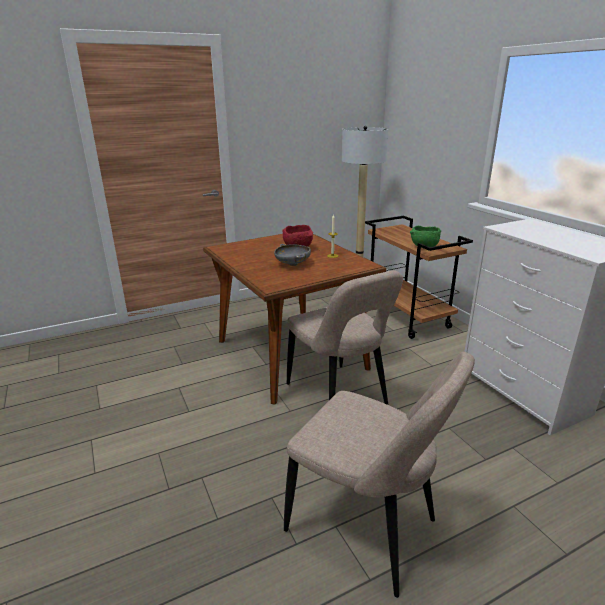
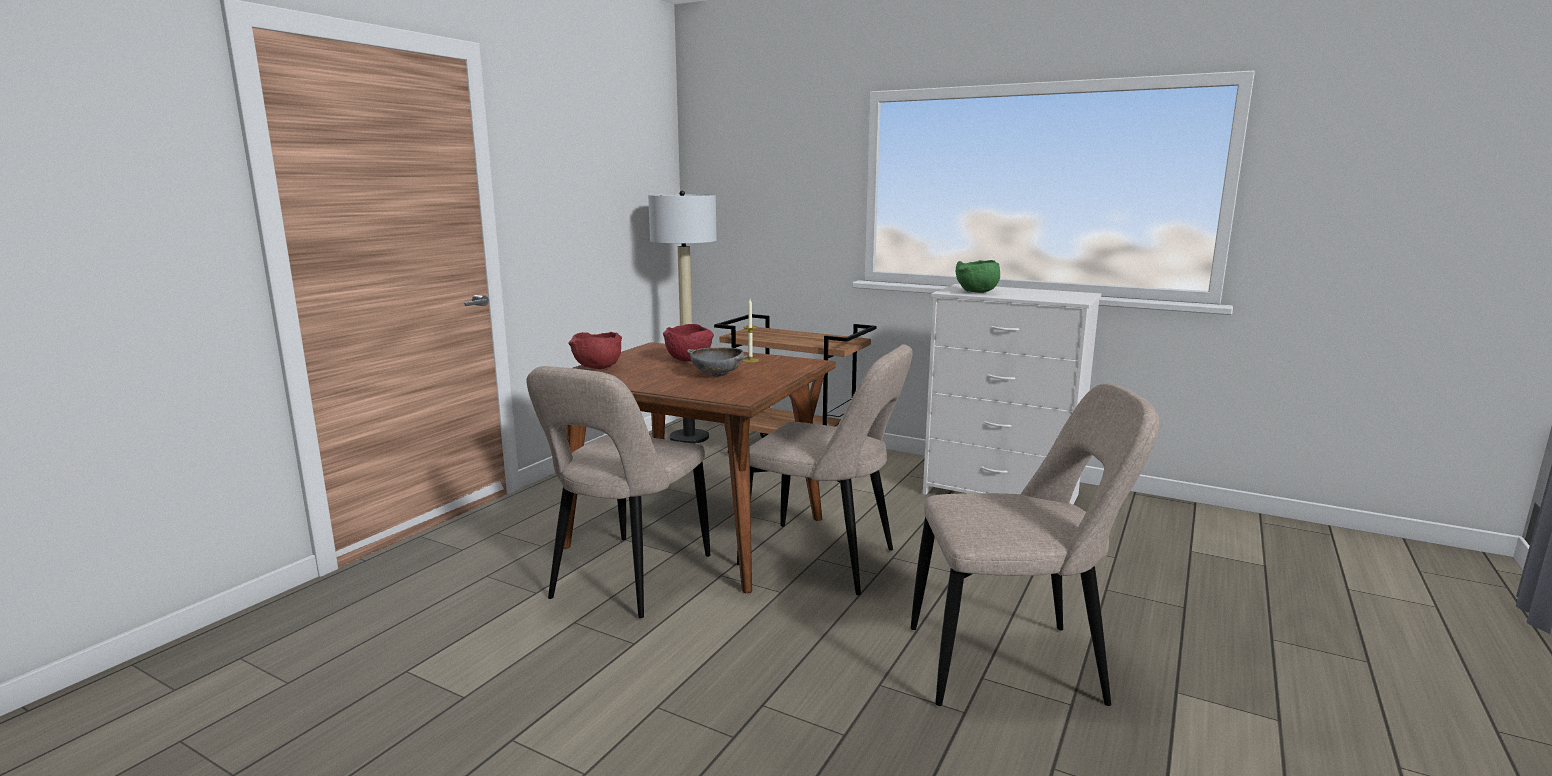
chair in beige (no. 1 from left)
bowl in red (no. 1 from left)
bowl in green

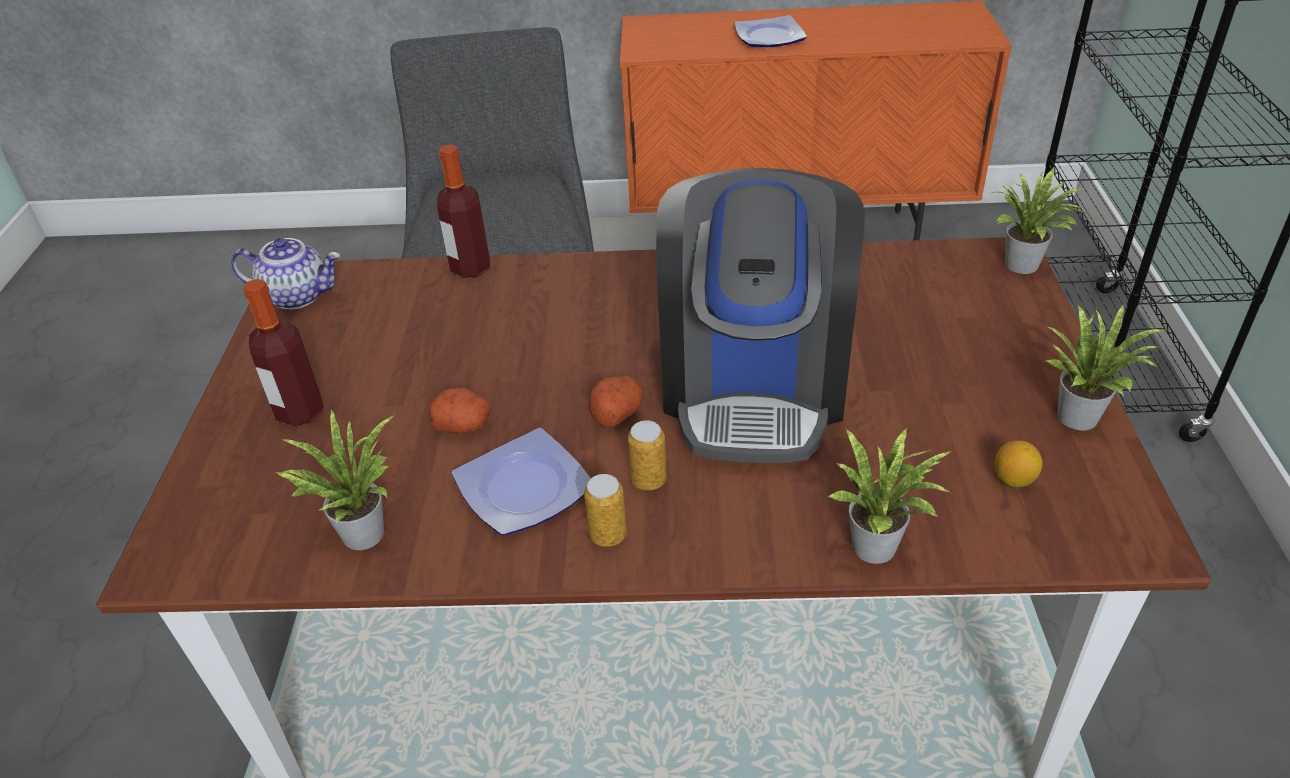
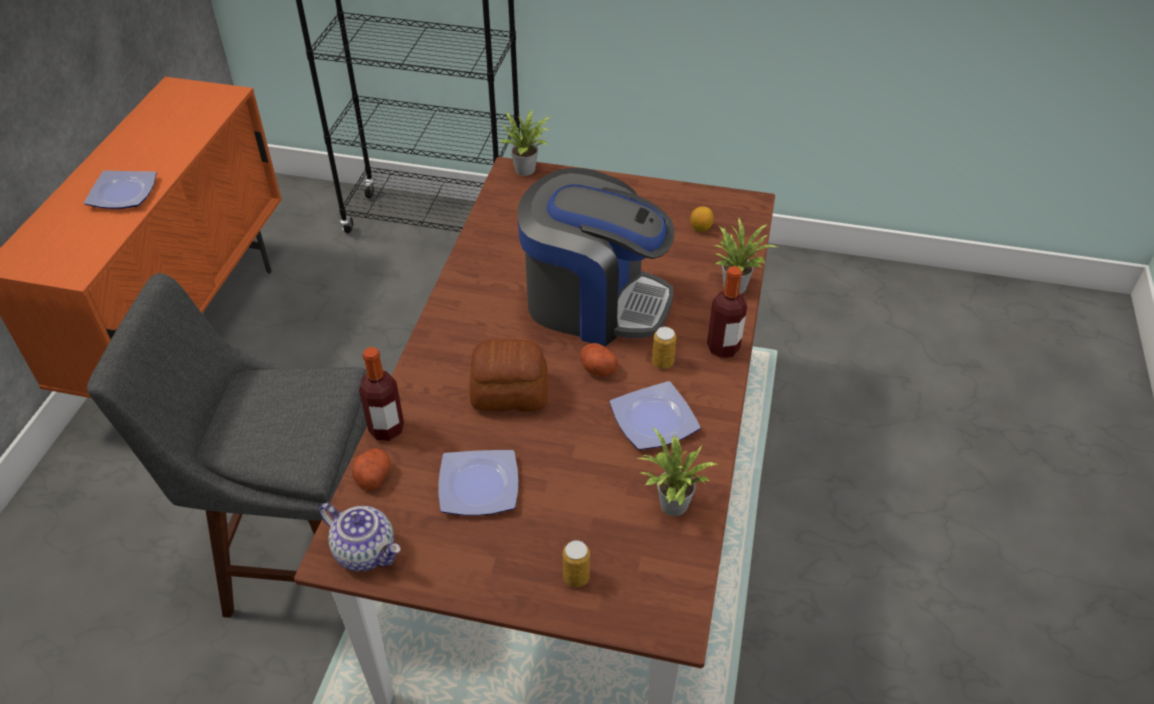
teapot
potato (no. 1 from left)
plate (no. 2 from left)
bread
can (no. 1 from left)
bottle (no. 2 from left)
potted plant (no. 4 from left in the first image)

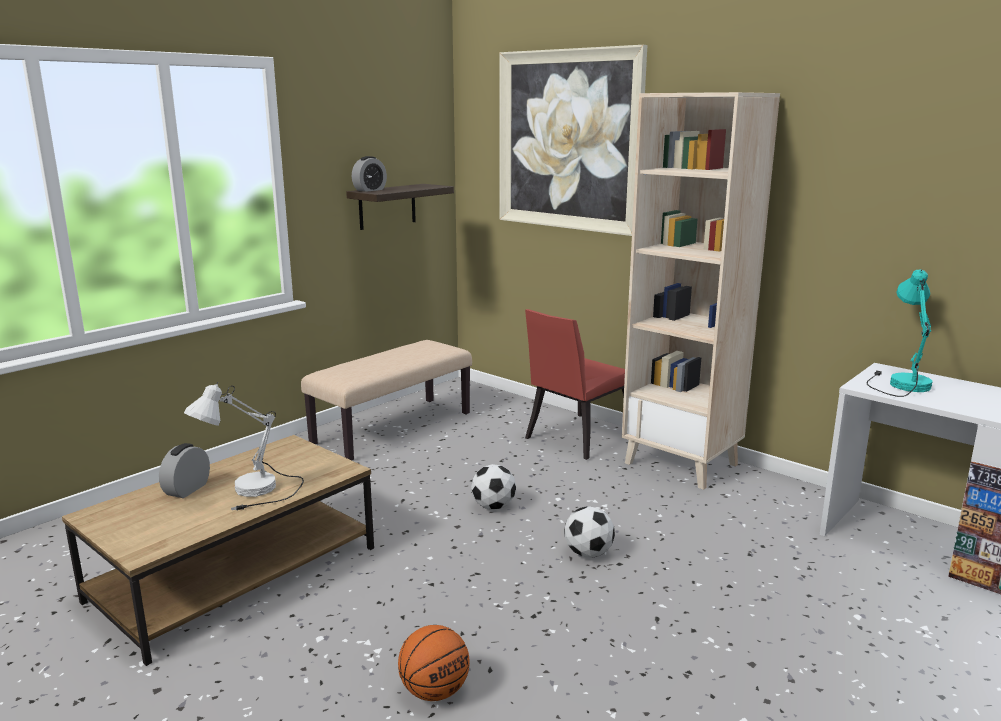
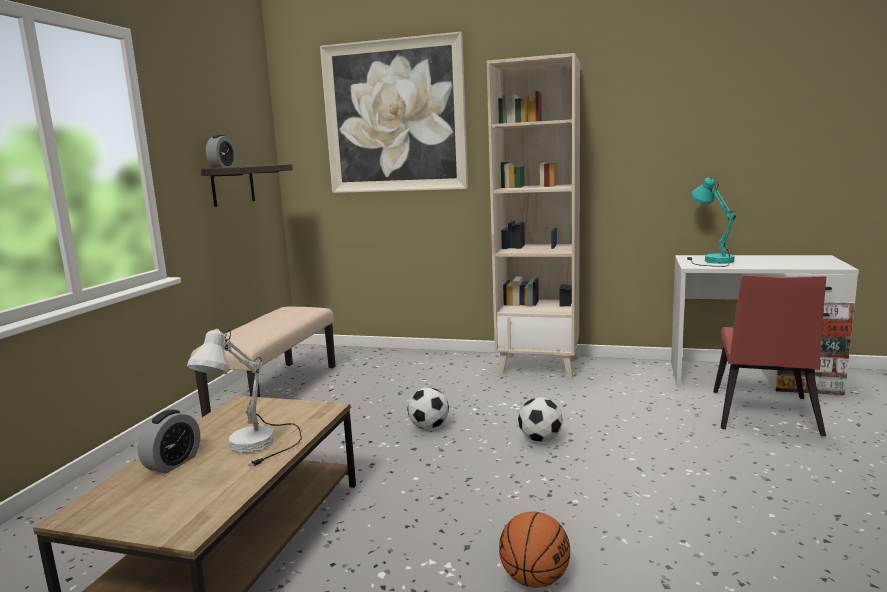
alarm clock (no. 1 from left)
chair in red

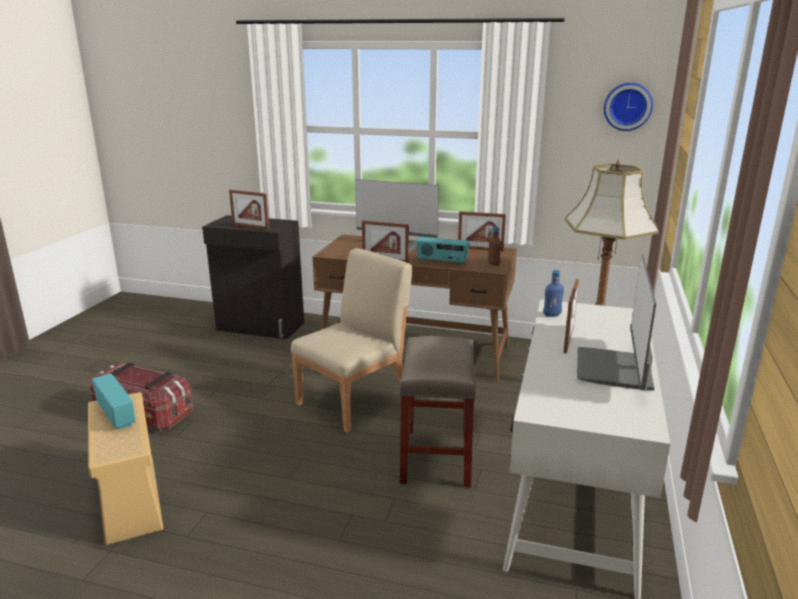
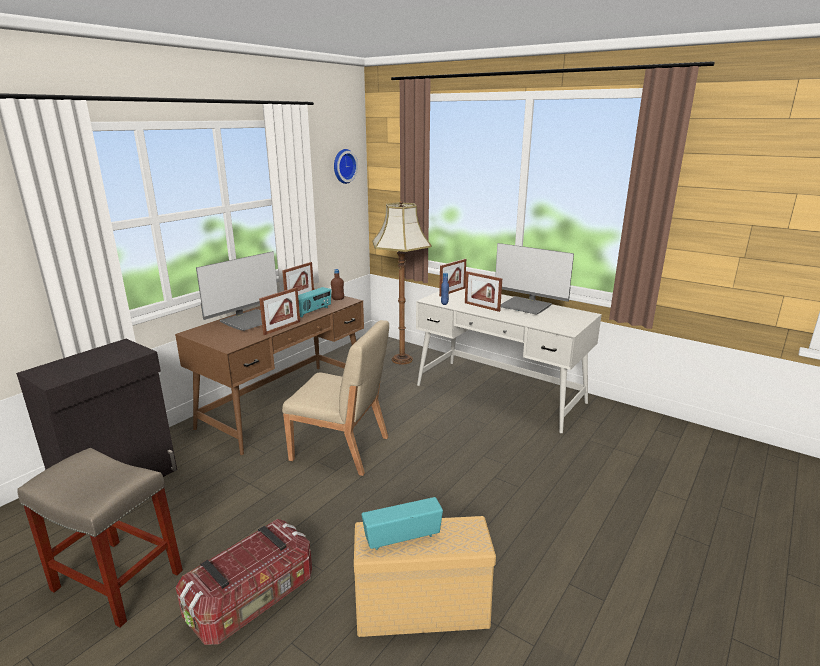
stool in beige
chair in beige
picture frame (no. 3 from left)

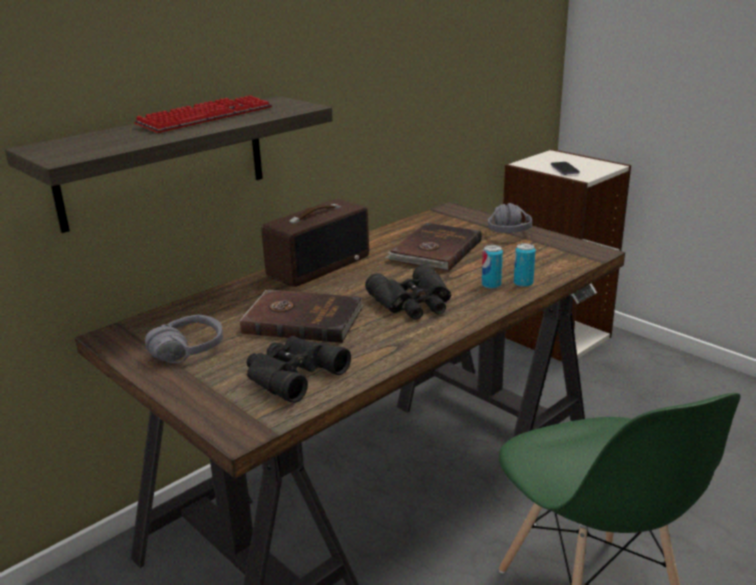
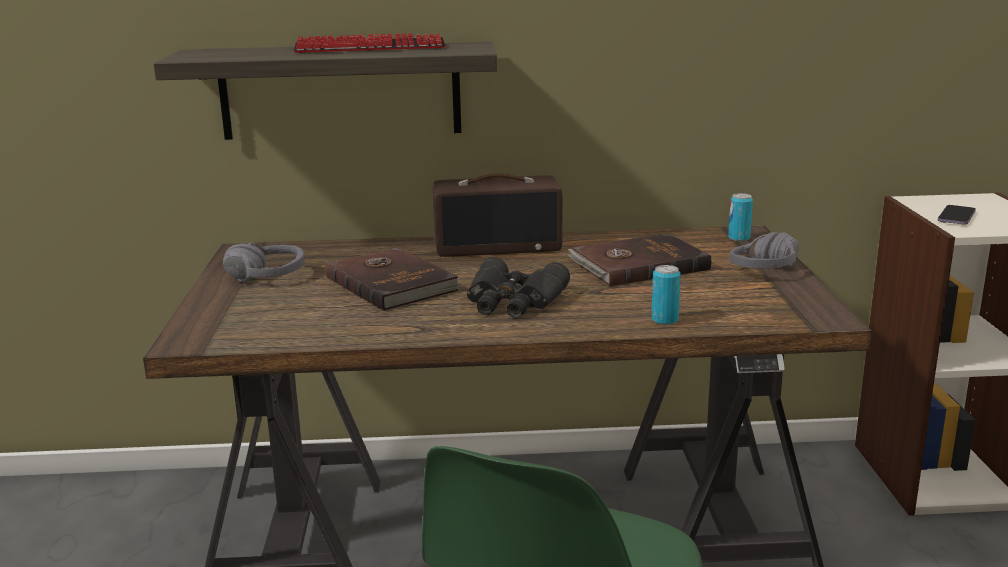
can (no. 2 from left)
binoculars in black (no. 1 from left in the first image)

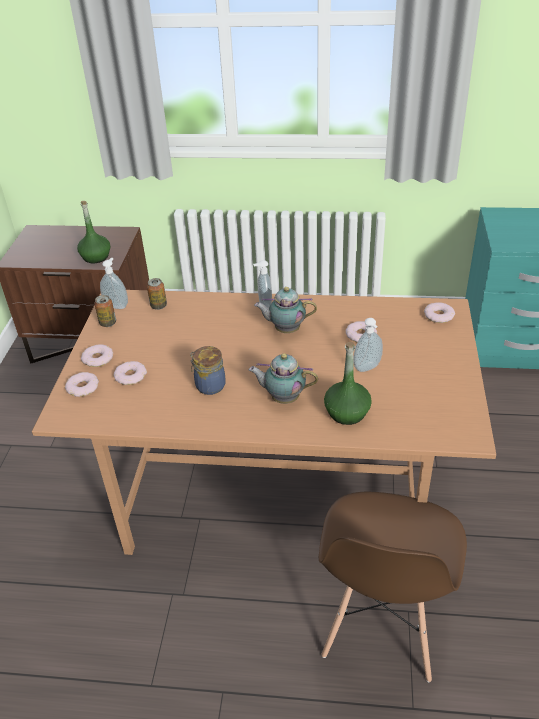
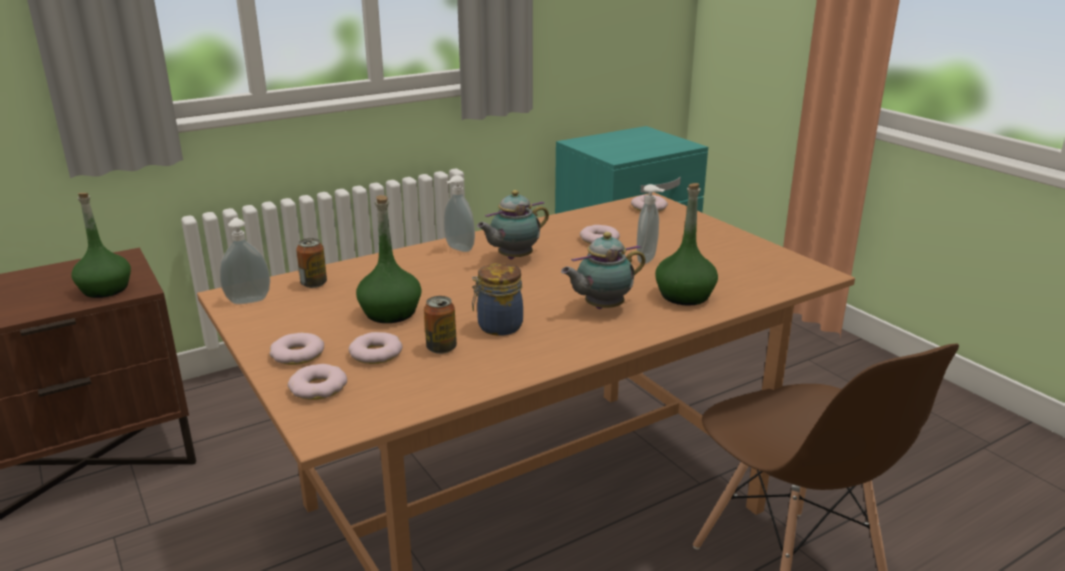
bottle in green (no. 2 from left)
can (no. 2 from left)

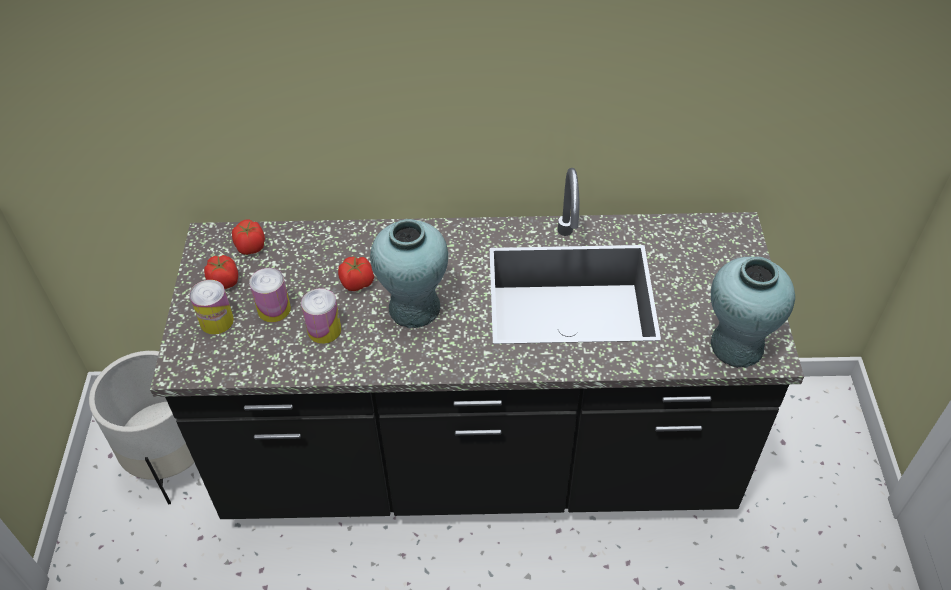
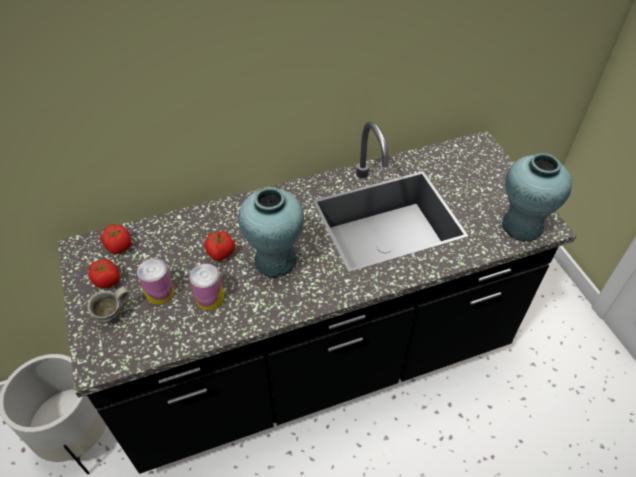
mug in grey

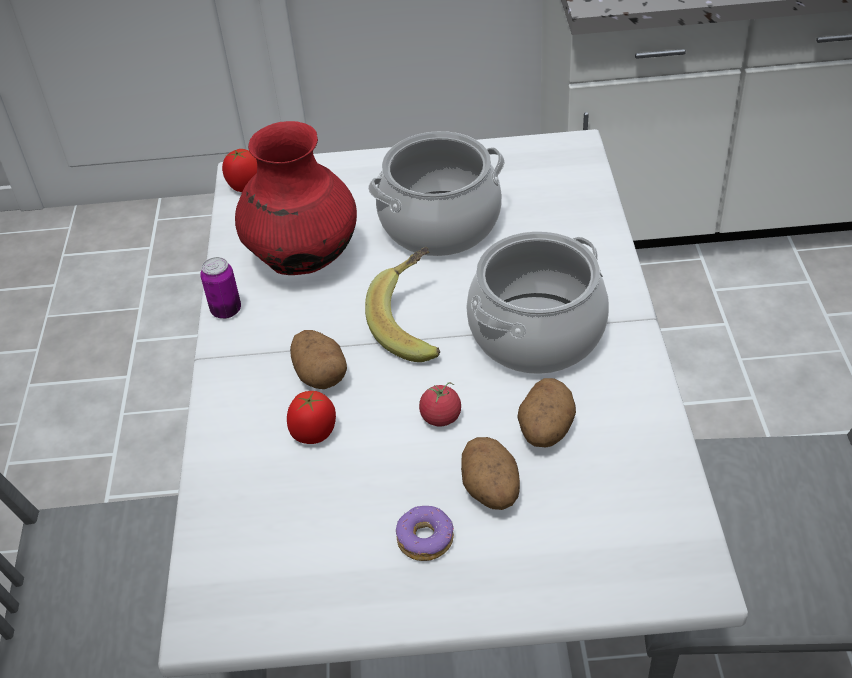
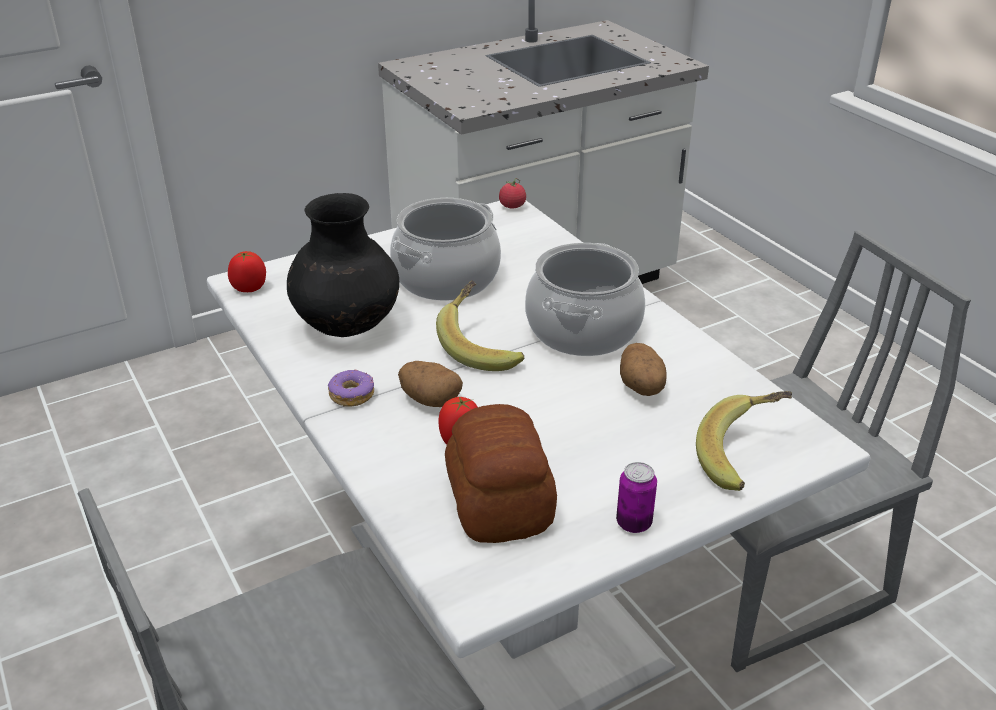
vase in black
donut
bread
tomato (no. 3 from left)
can
banana (no. 2 from left)
potato (no. 2 from left in the first image)

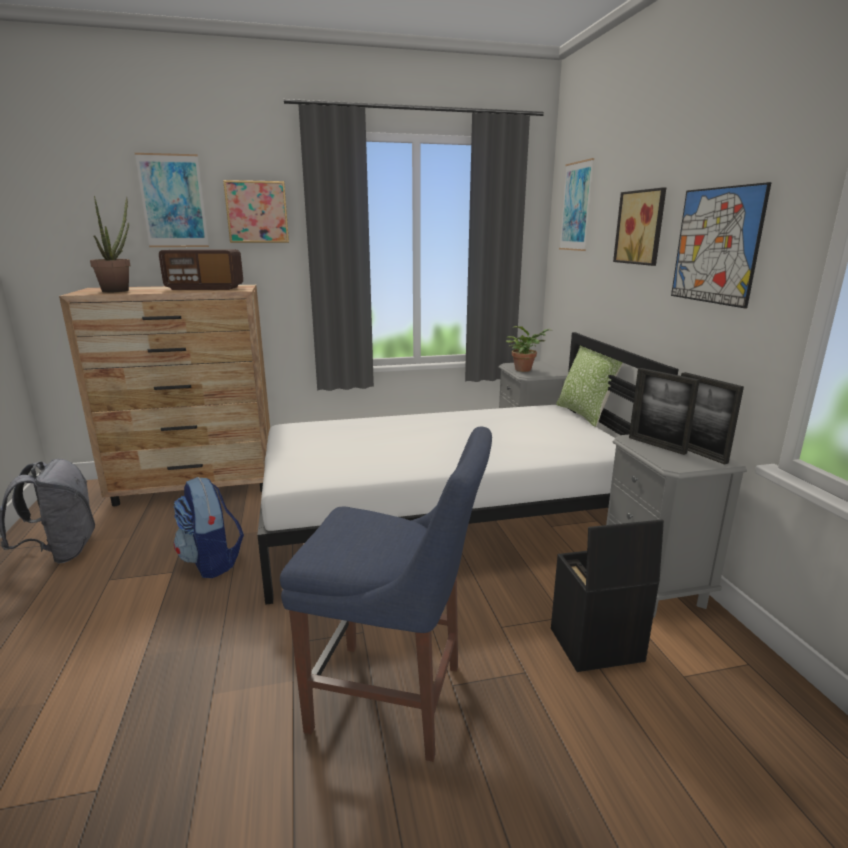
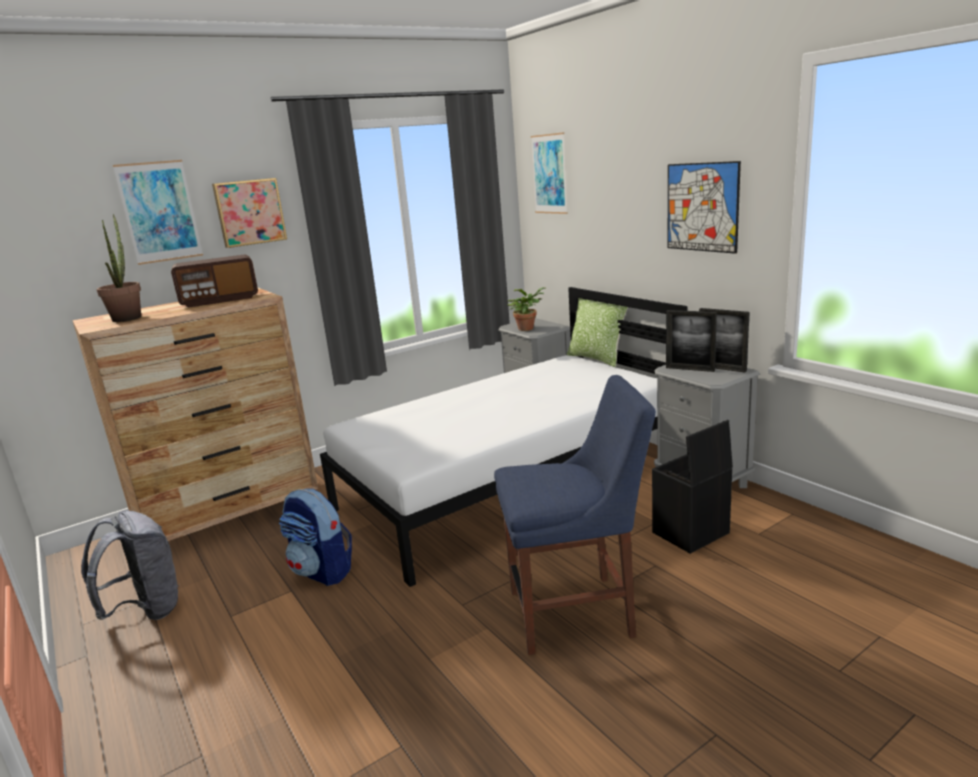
picture (no. 4 from left in the first image)

